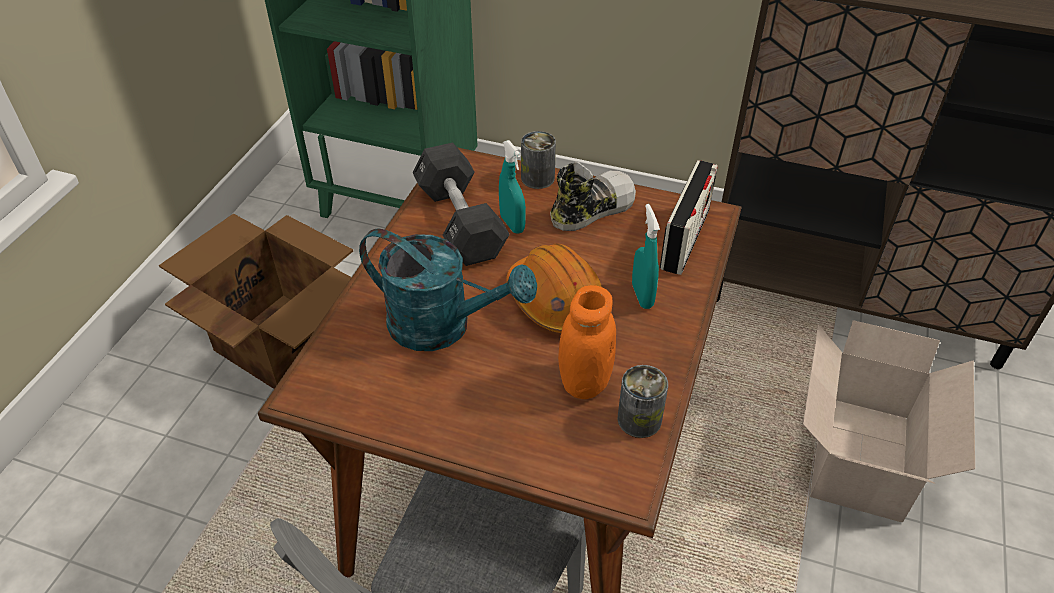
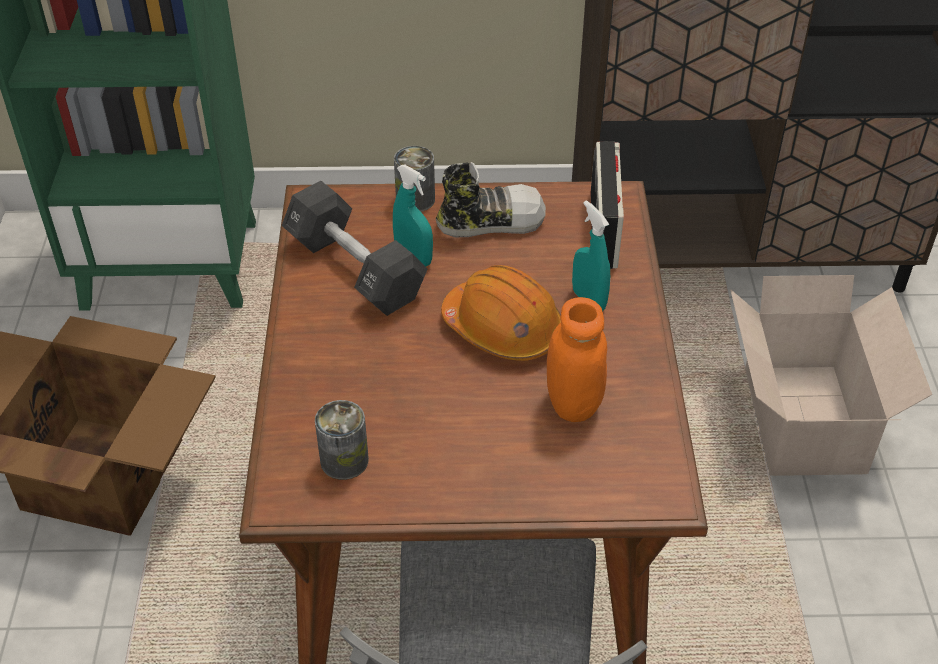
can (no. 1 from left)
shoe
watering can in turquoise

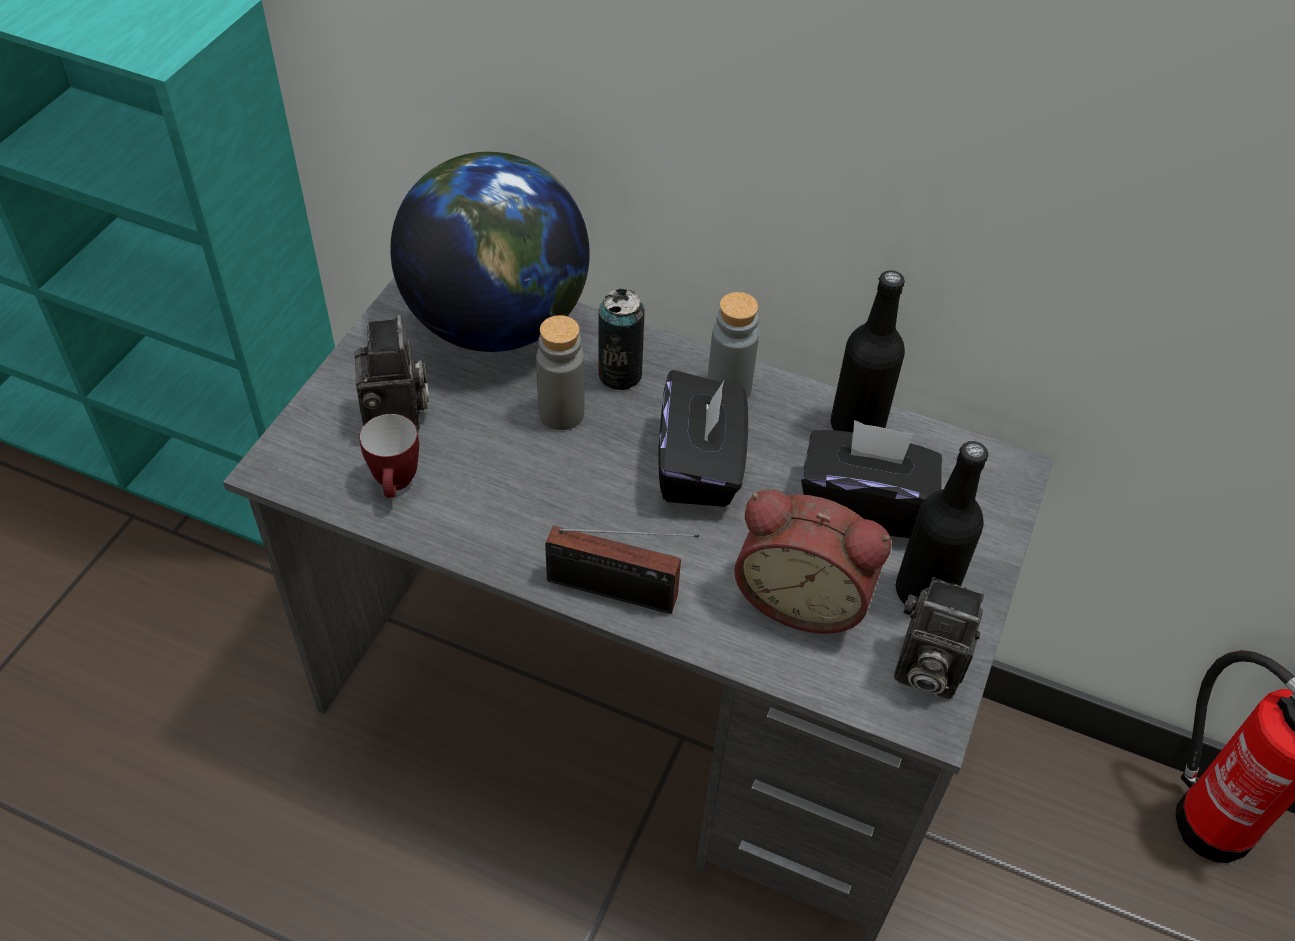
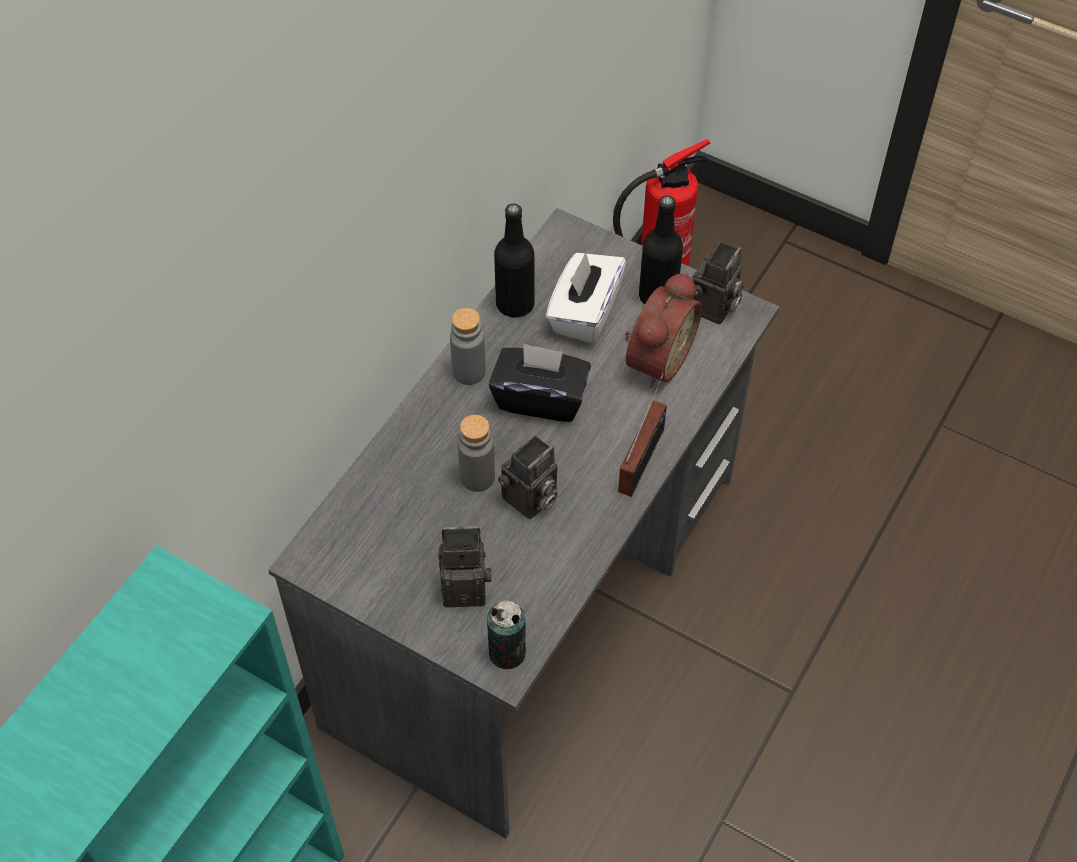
can
photo camera (no. 2 from left)
tissue box in white
mug
globe

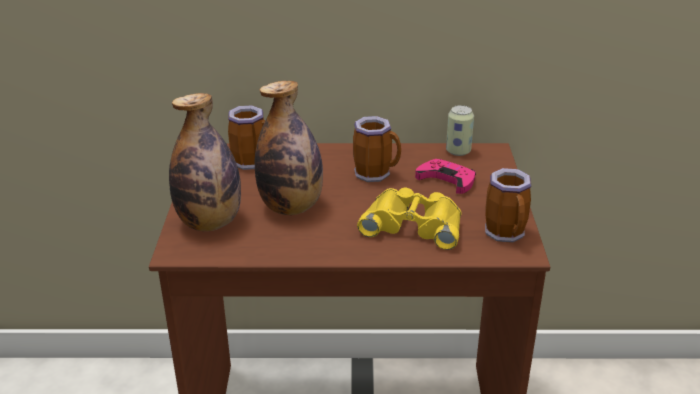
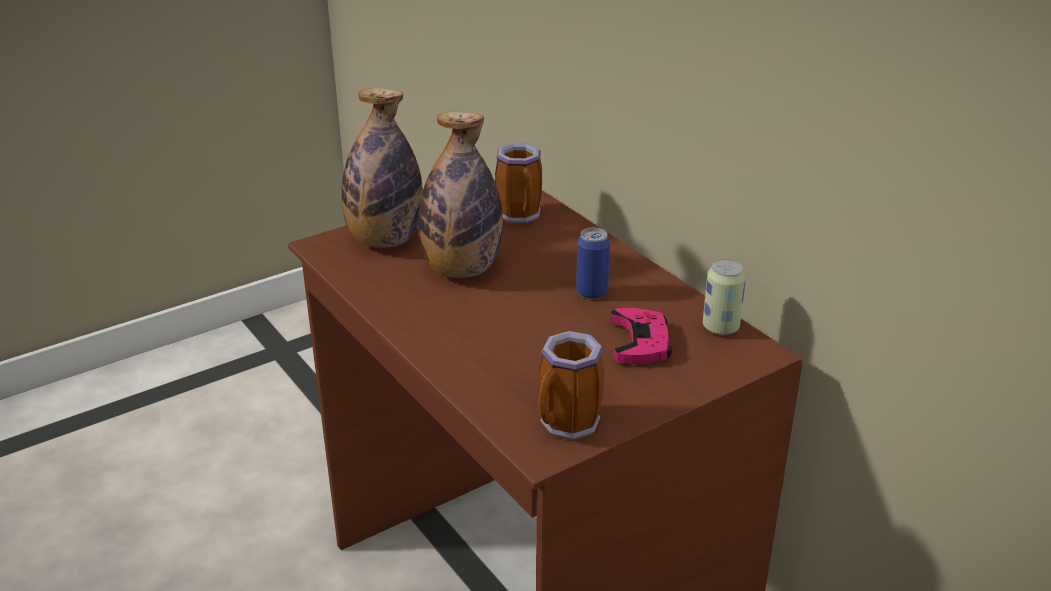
can (no. 1 from left)
binoculars in yellow

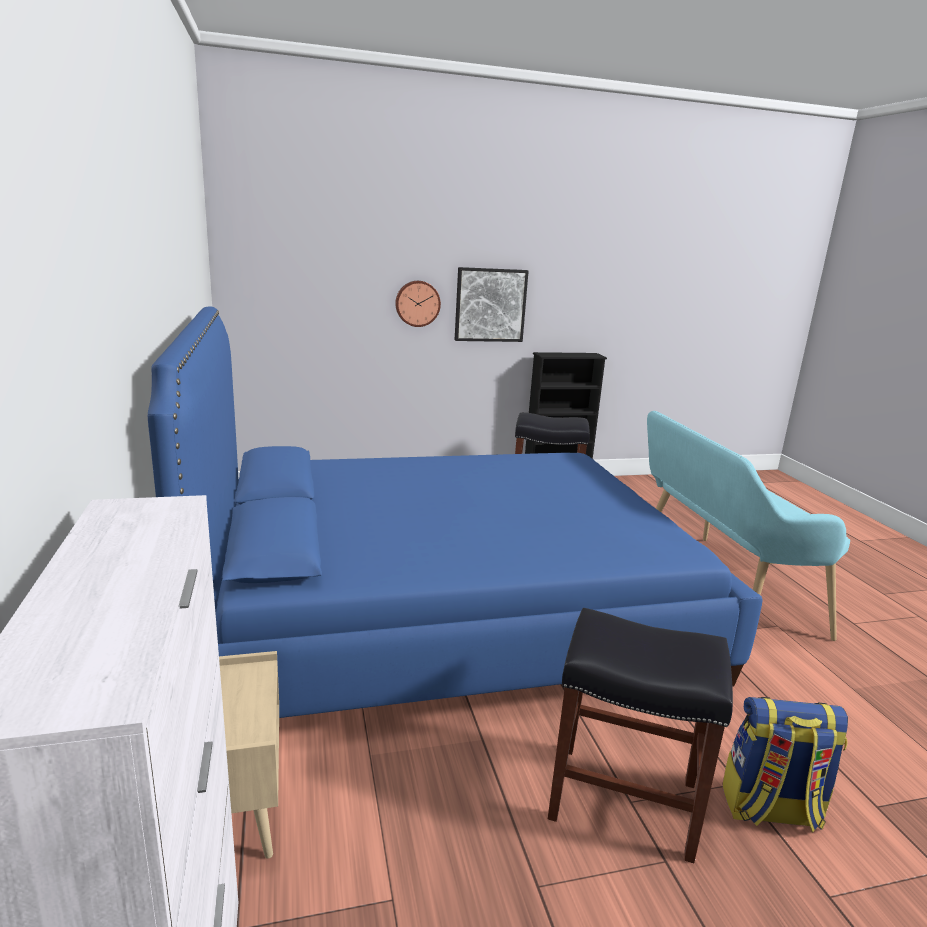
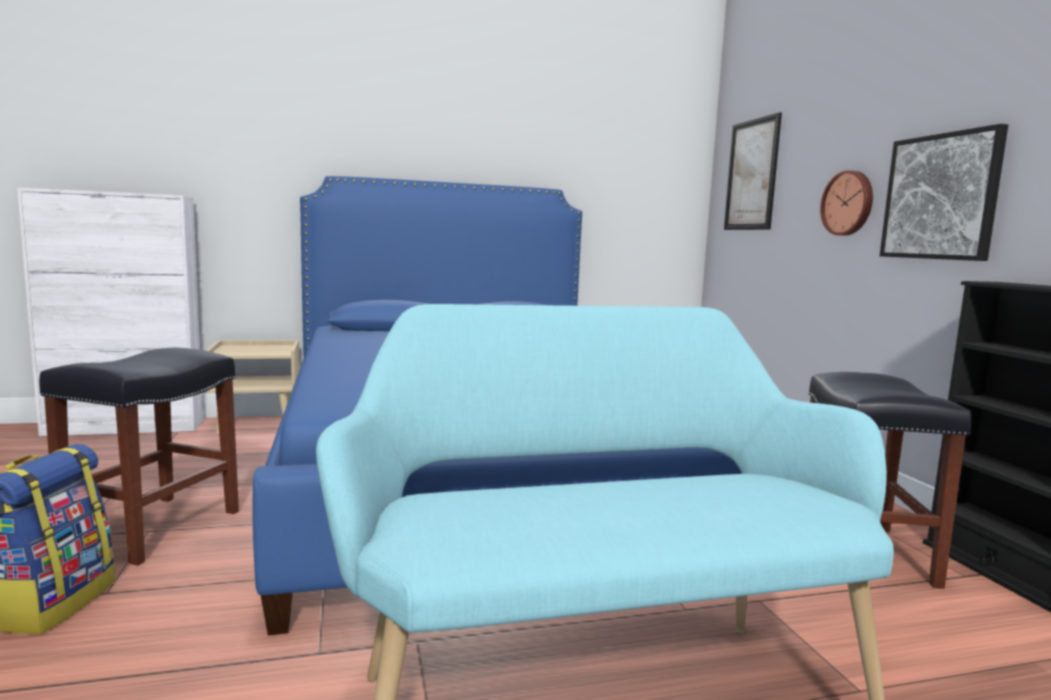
picture (no. 1 from left)

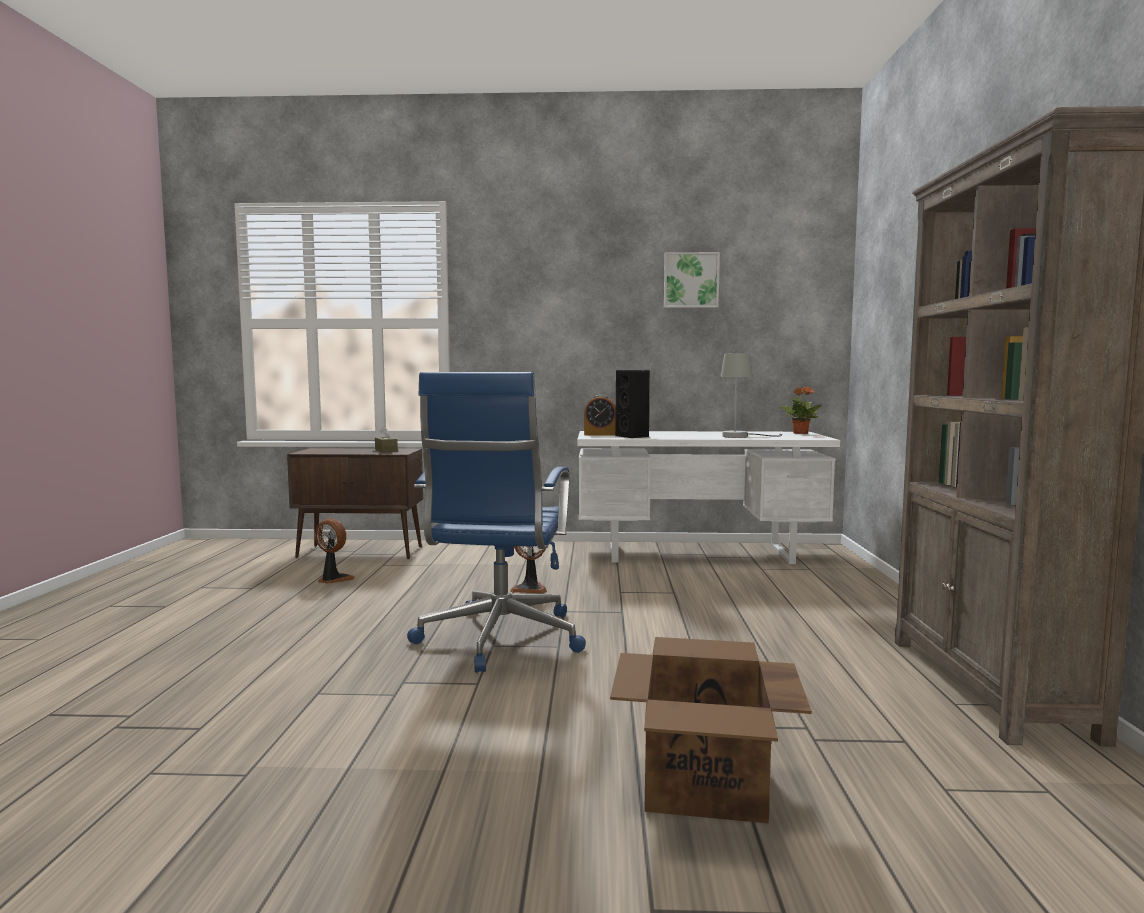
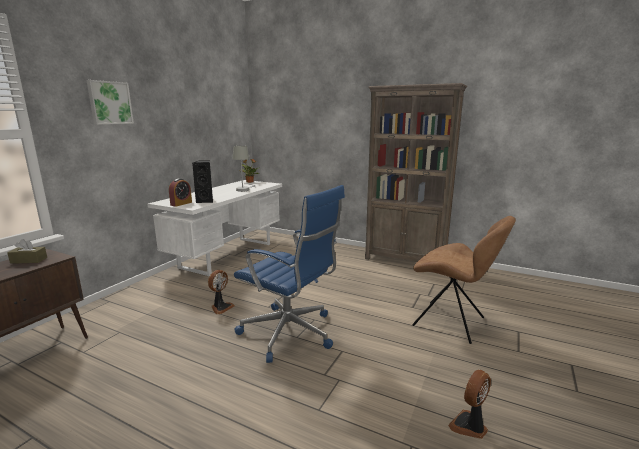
picture
chair in brown
fan (no. 2 from left)

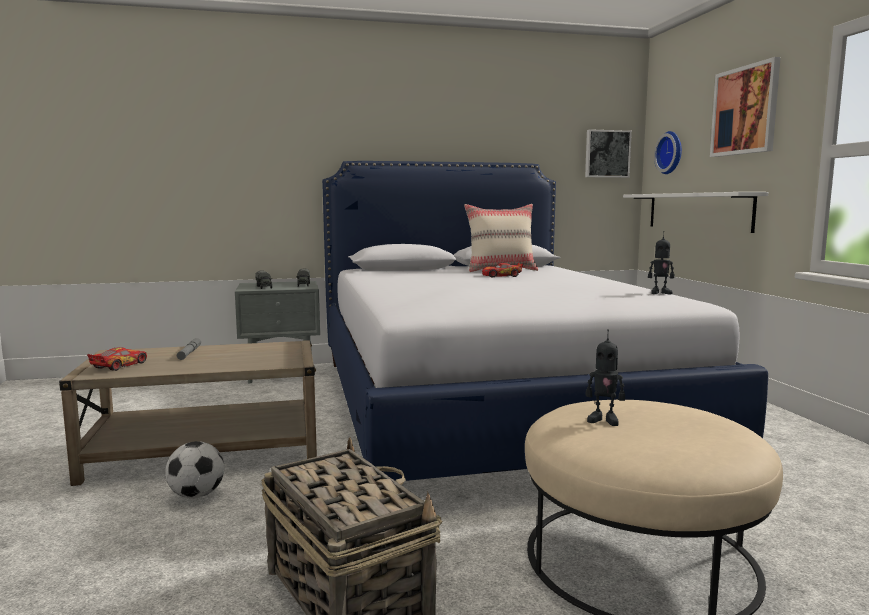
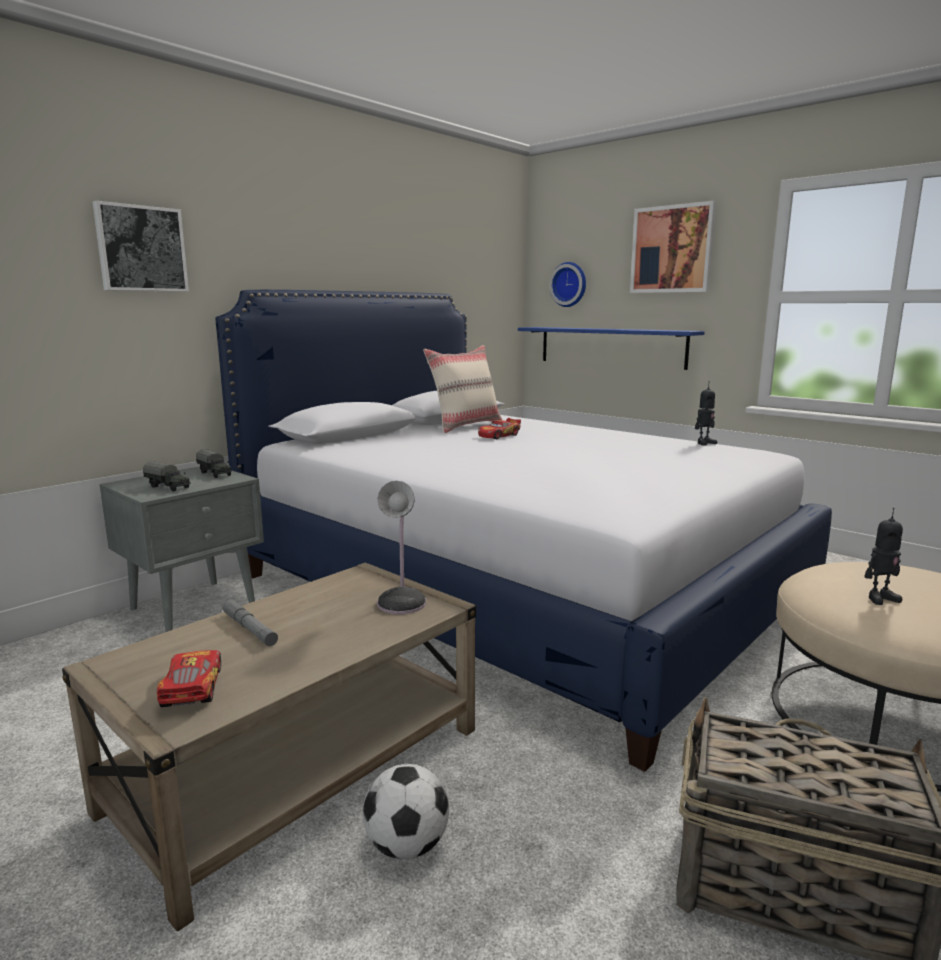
picture (no. 1 from left)
table lamp
shelf in blue

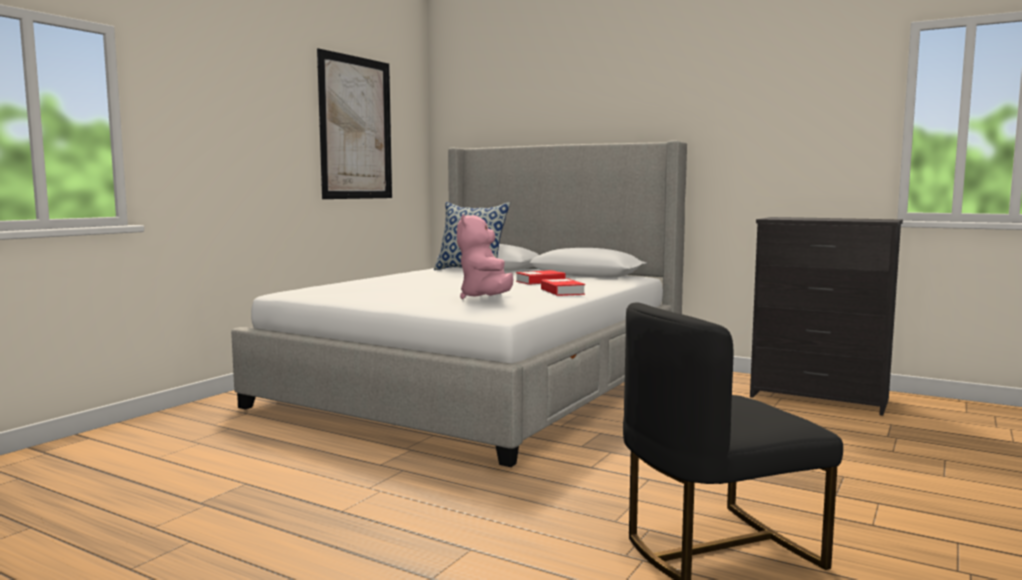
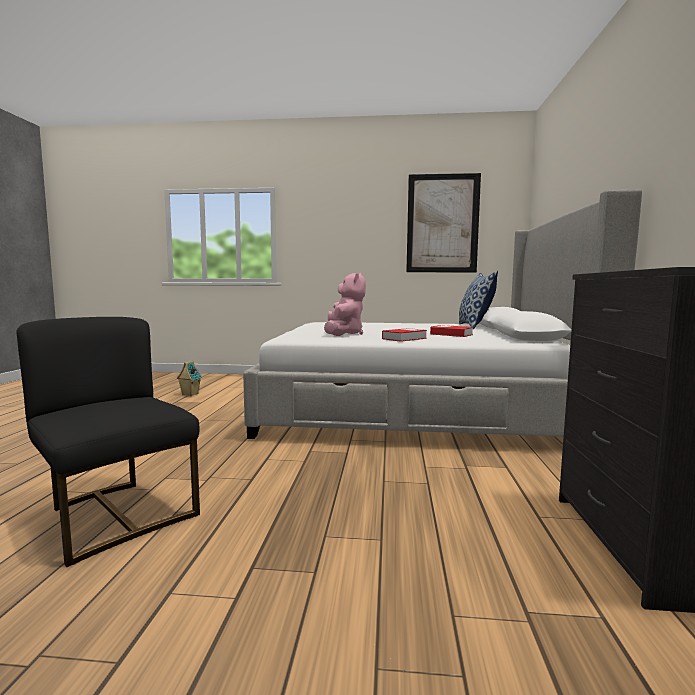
toy house
plush toy in pink

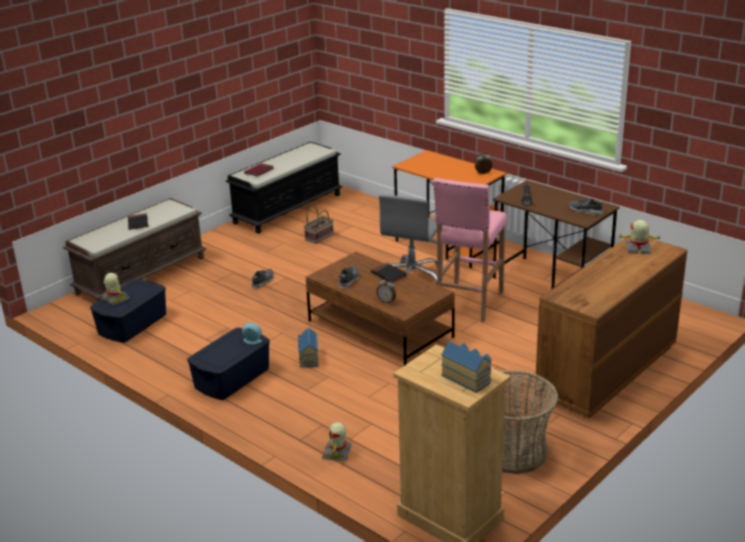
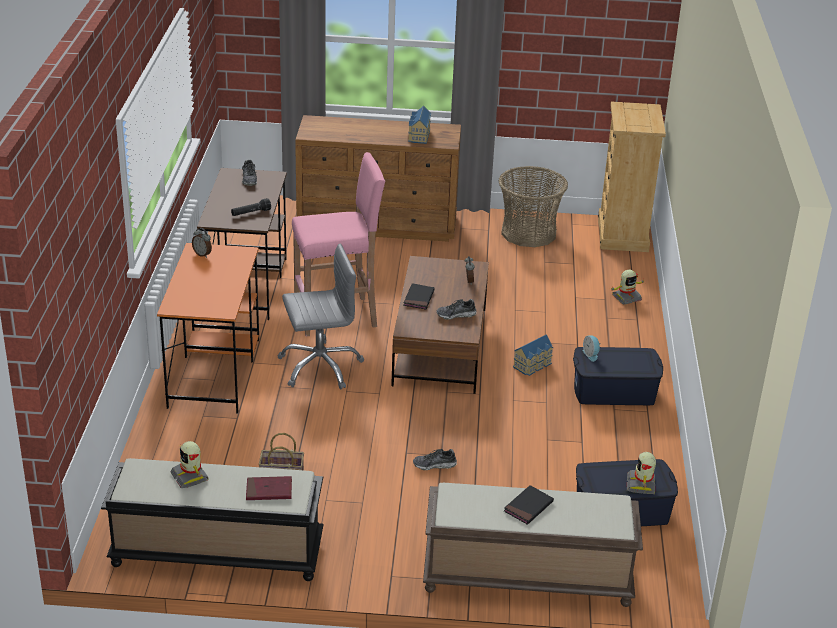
toy robot (no. 1 from left)
toy house (no. 1 from left)

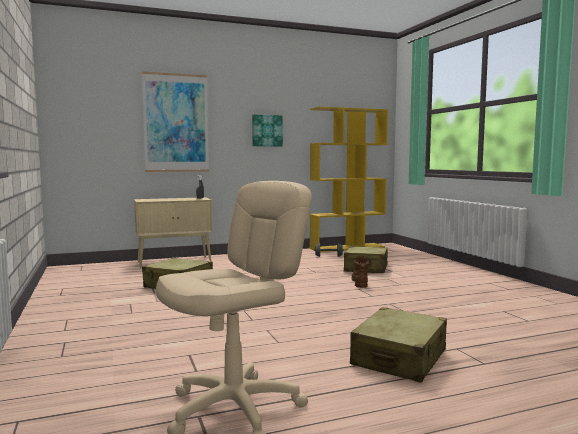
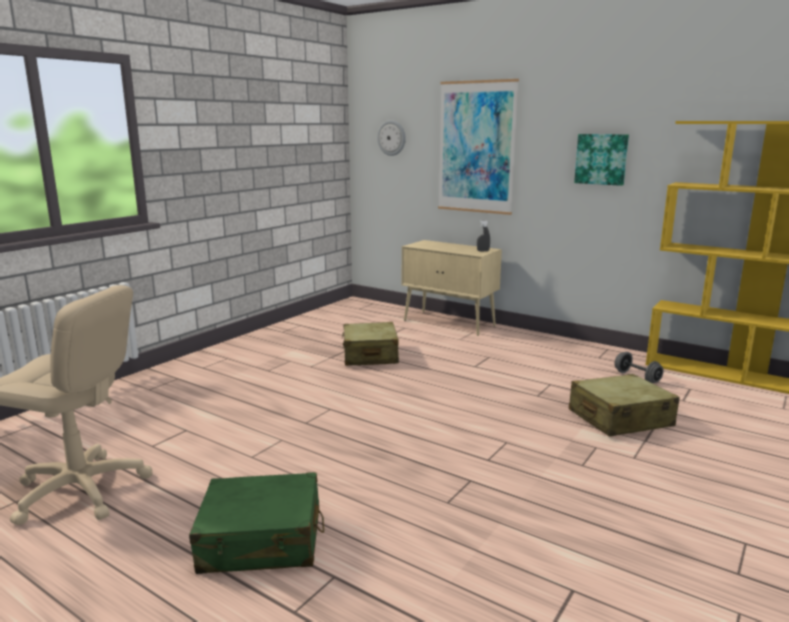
suitcase in green
wall clock
boot in brown

